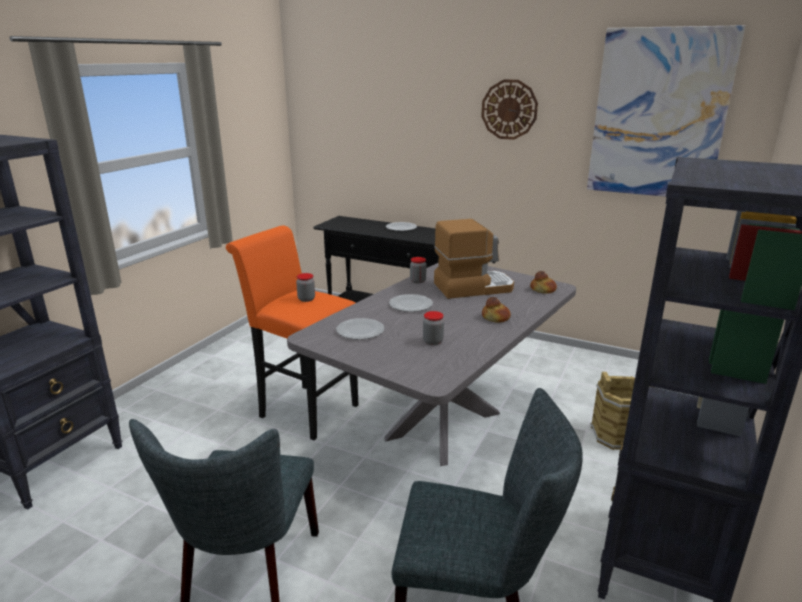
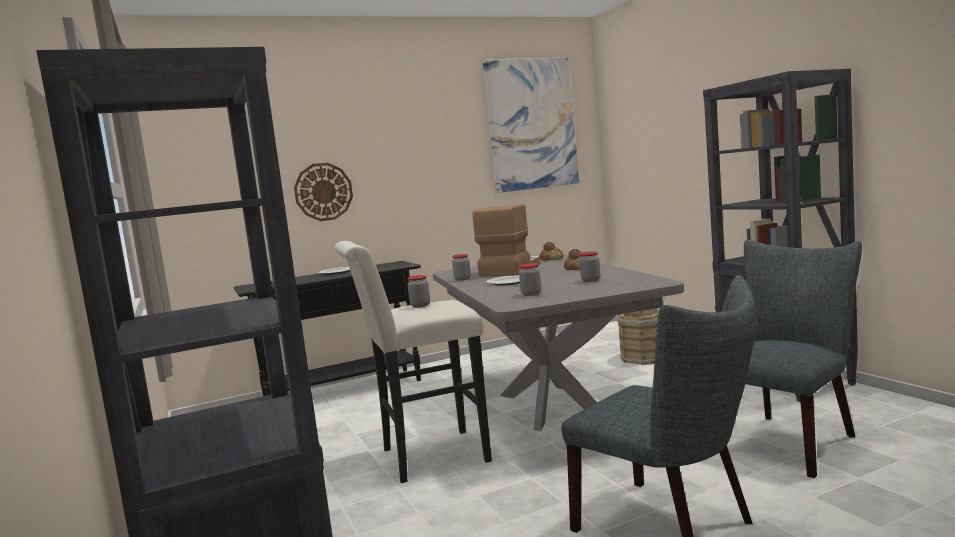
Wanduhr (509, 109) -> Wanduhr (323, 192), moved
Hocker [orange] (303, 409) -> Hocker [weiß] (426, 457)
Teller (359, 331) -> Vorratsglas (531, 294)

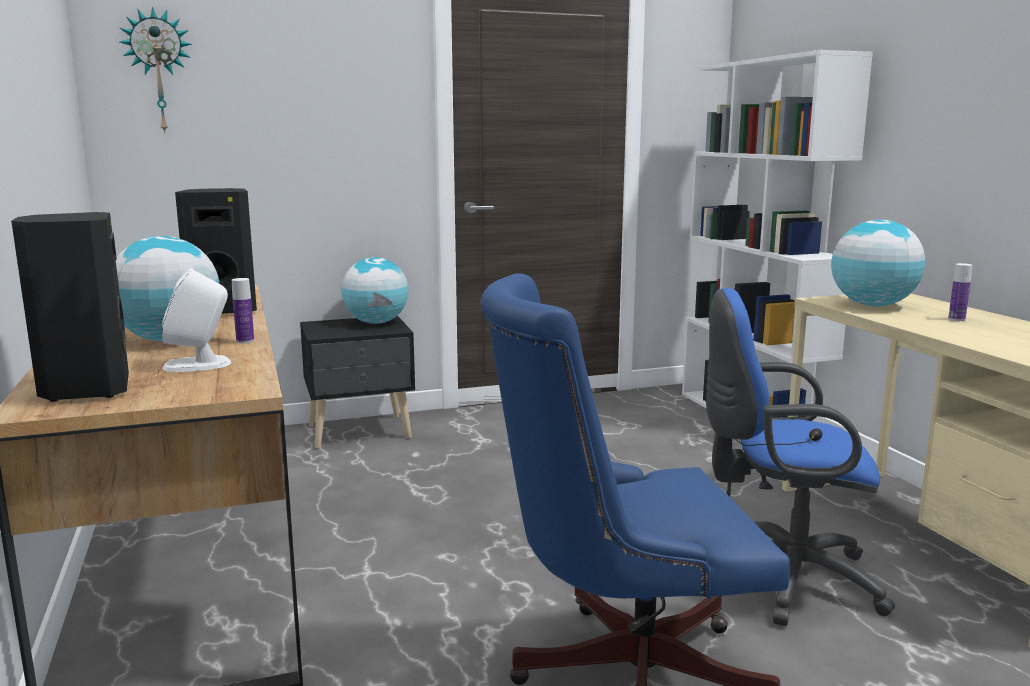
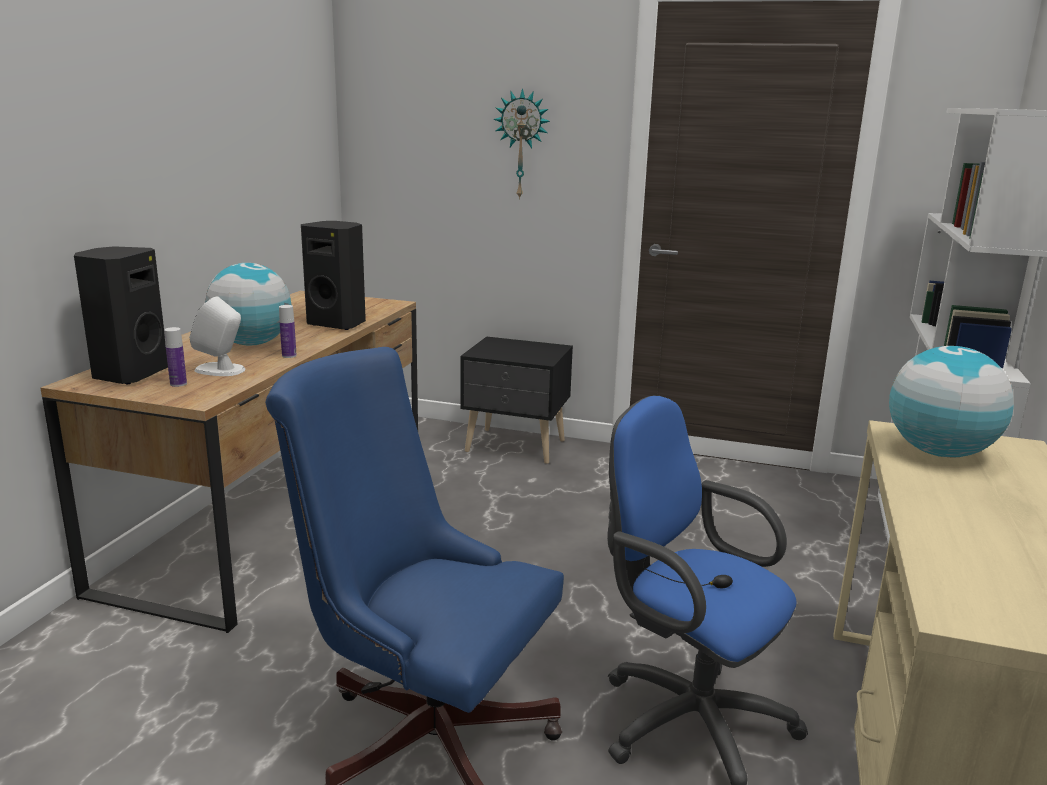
Flasche (956, 319) -> Flasche (178, 384), moved
Wanduhr (159, 71) -> Wanduhr (522, 144), moved
Globus (376, 322) -> none

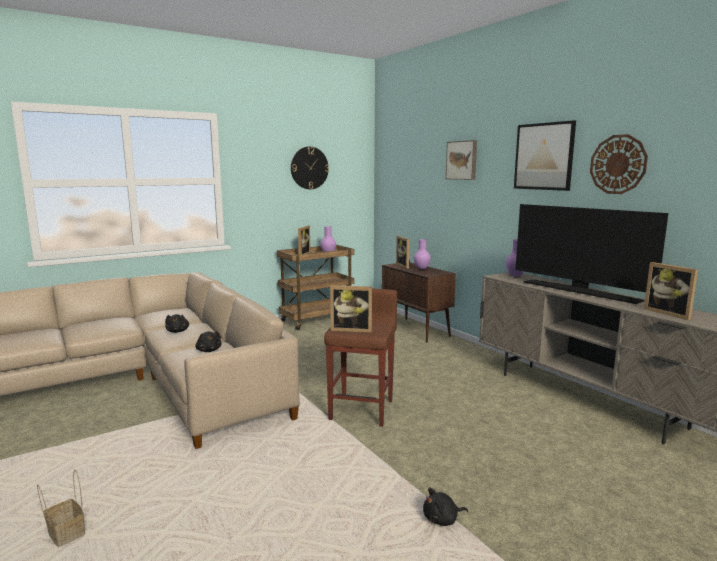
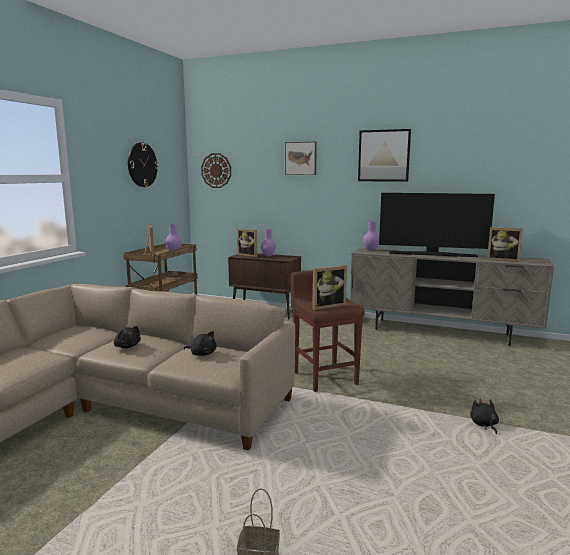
Wanduhr (618, 164) -> Wanduhr (216, 170), moved
Plüschtier [schwarz] (442, 519) -> Plüschtier [schwarz] (484, 425), 135 degrees clockwise

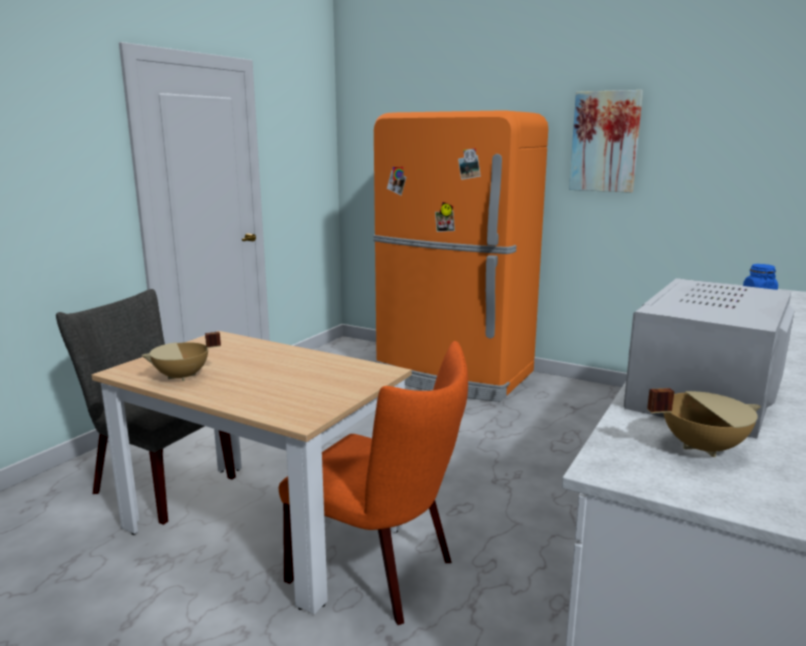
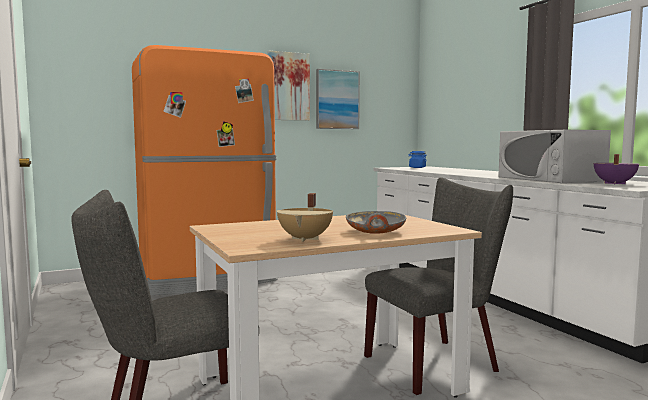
none -> Bild (337, 100)
none -> Schüssel [grau] (375, 231)
Stuhl [orange] (381, 572) -> Stuhl [grau] (438, 362)
Kochtopf [beige] (701, 447) -> Kochtopf [lila] (613, 183)

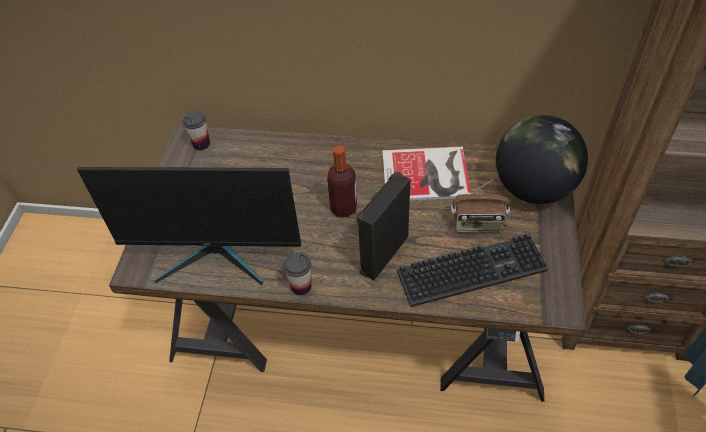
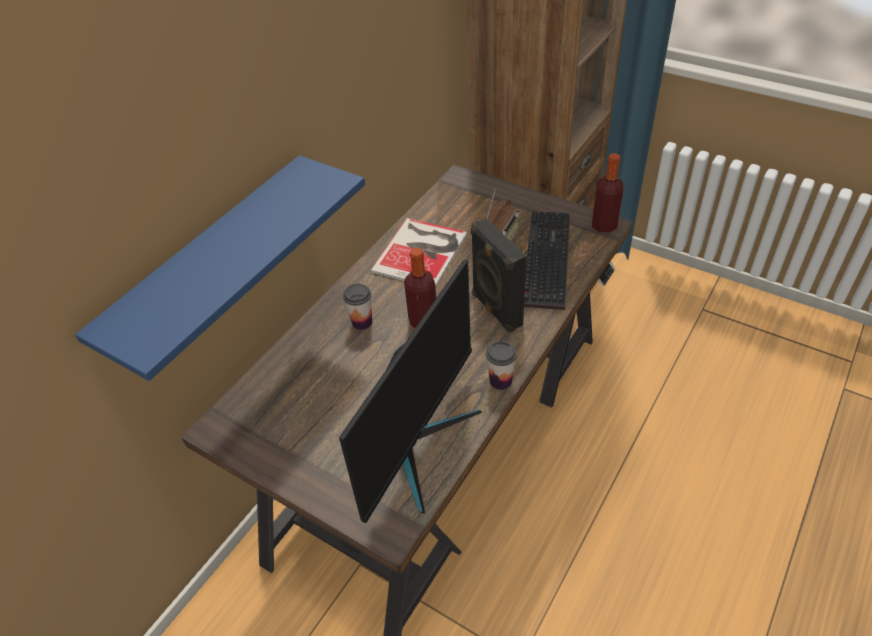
none -> Wandregal [blau] (212, 267)
Tasse (201, 144) -> Tasse (362, 322), moved
none -> Flasche (604, 226)
Globus (533, 188) -> none

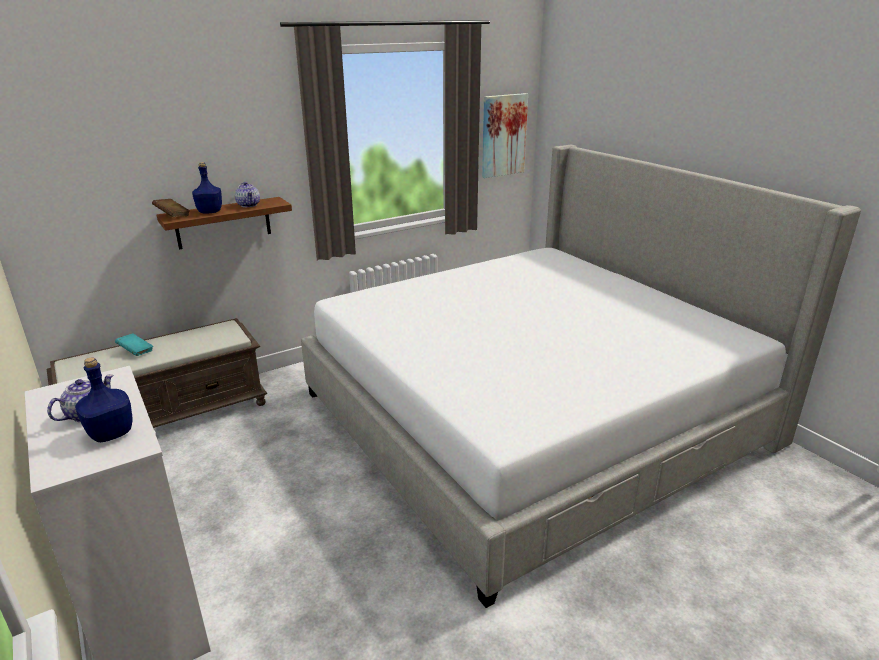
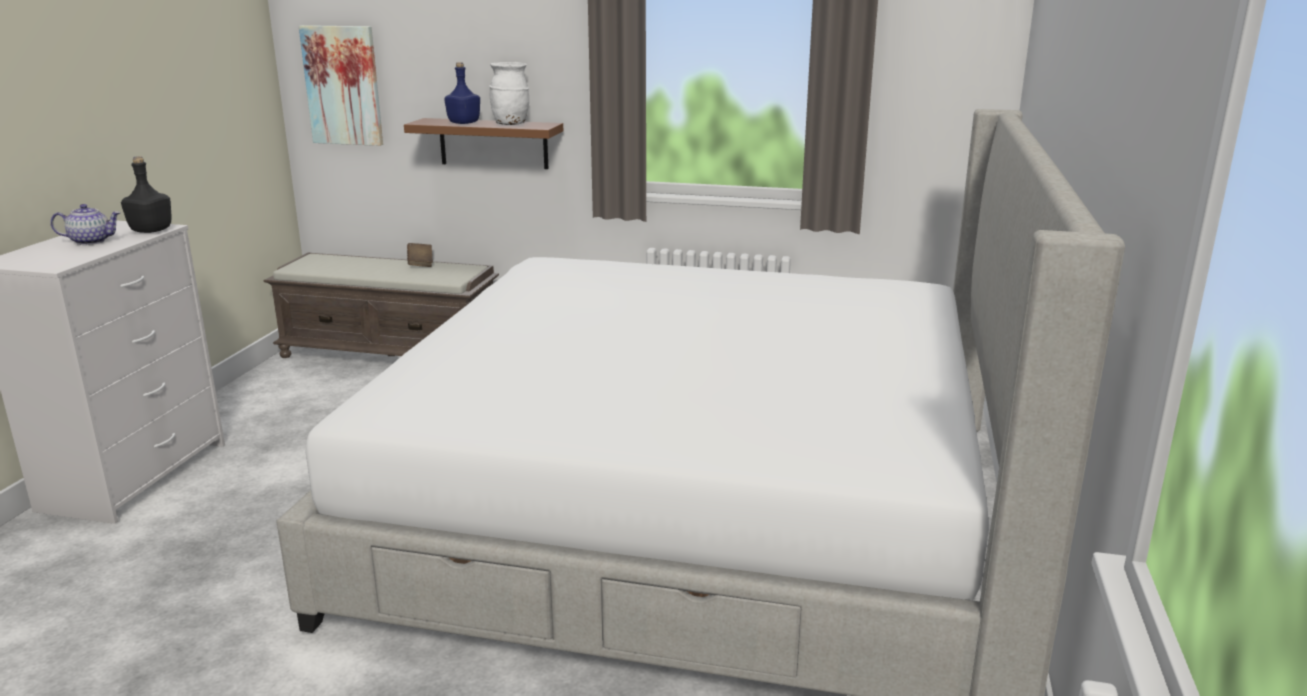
none -> Flasche [schwarz] (150, 231)
Bild (503, 135) -> Bild (343, 85), moved
Buch [braun] (172, 216) -> Buch [braun] (420, 263), moved
Teekanne (249, 205) -> Vase [weiß] (511, 124)
Flasche [blau] (112, 433) -> none
Buch [türkis] (136, 352) -> none

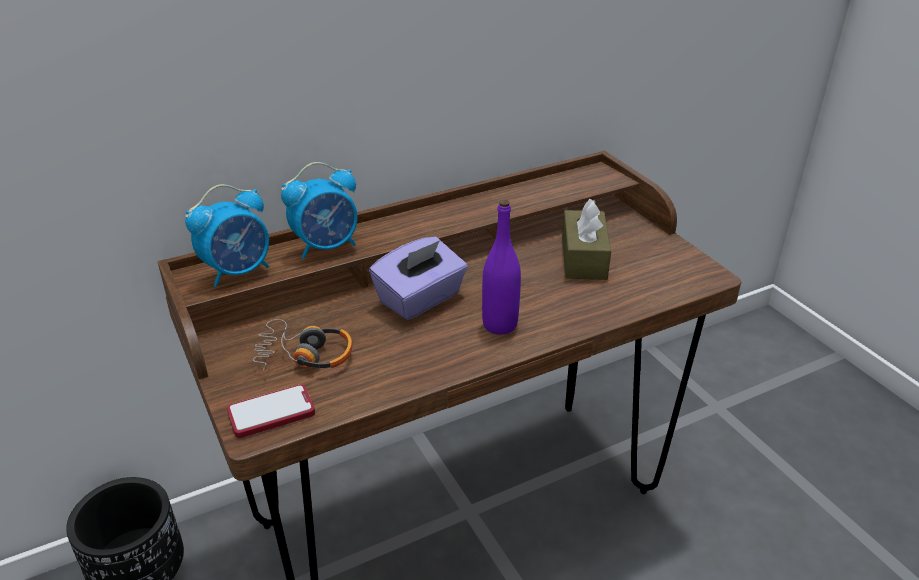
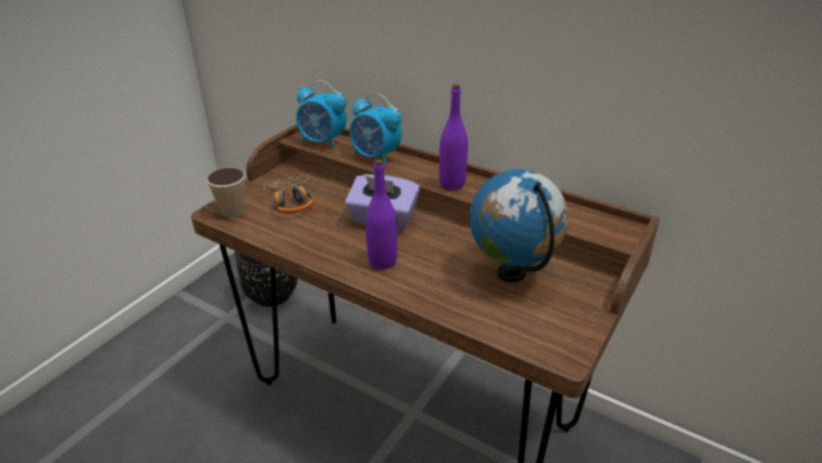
Handy (271, 413) -> Tasse (232, 211)
none -> Flasche [lila] (452, 184)
Taschentuchbox [braun] (583, 258) -> Globus (512, 273)

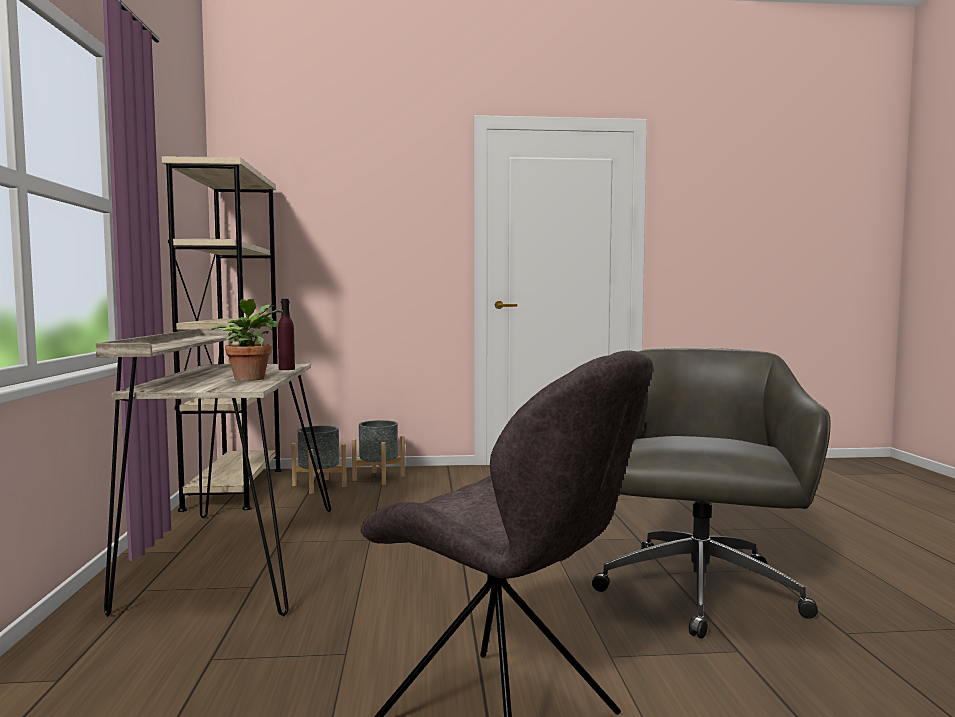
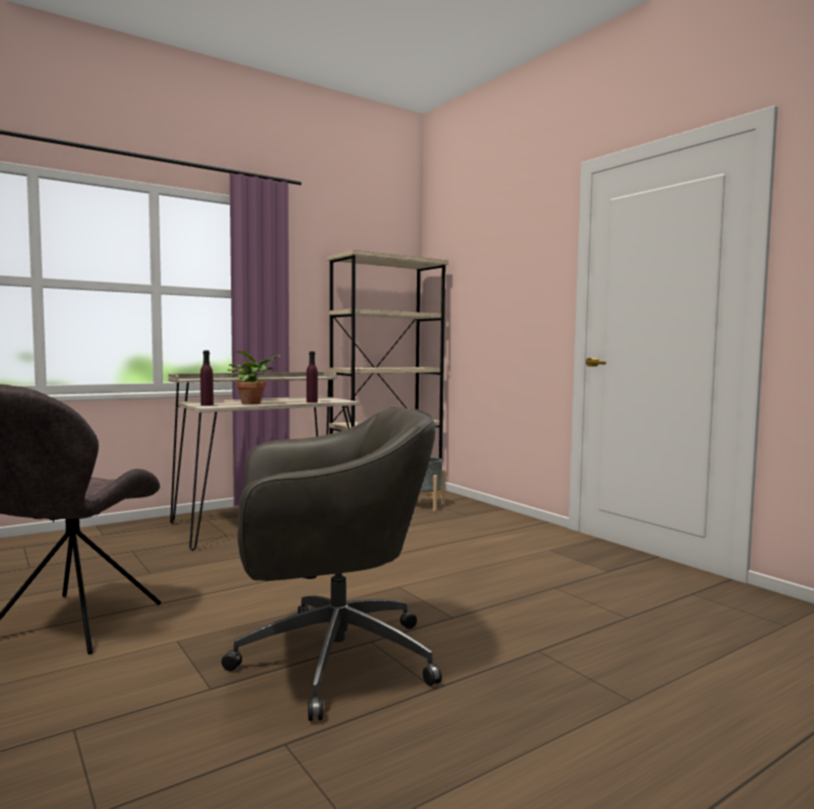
none -> Flasche [lila] (207, 405)
Pflanzkübel [grau] (379, 478) -> none

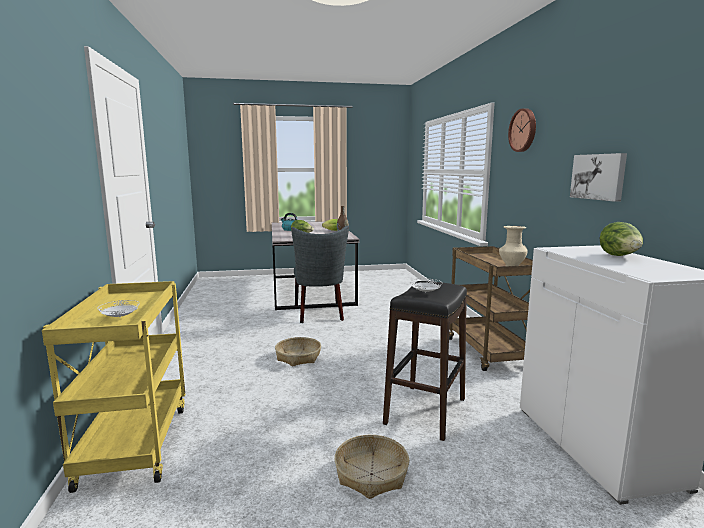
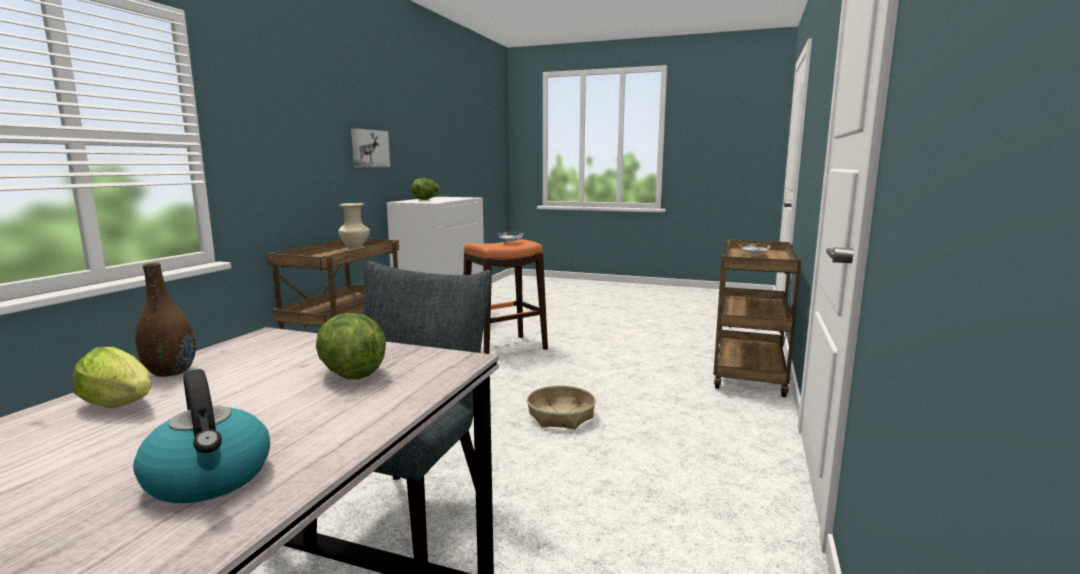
Hocker [schwarz] (425, 411) -> Hocker [orange] (504, 348)
Rollwagen [gelb] (134, 443) -> Rollwagen [braun] (750, 376)
Korb (371, 474) -> none
Wanduhr (523, 130) -> none

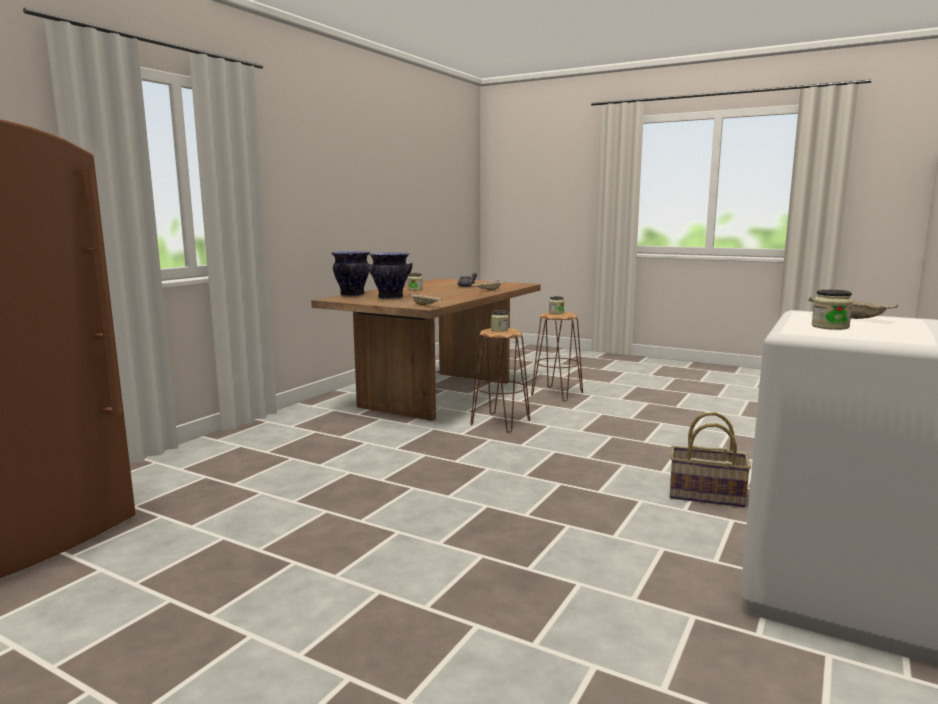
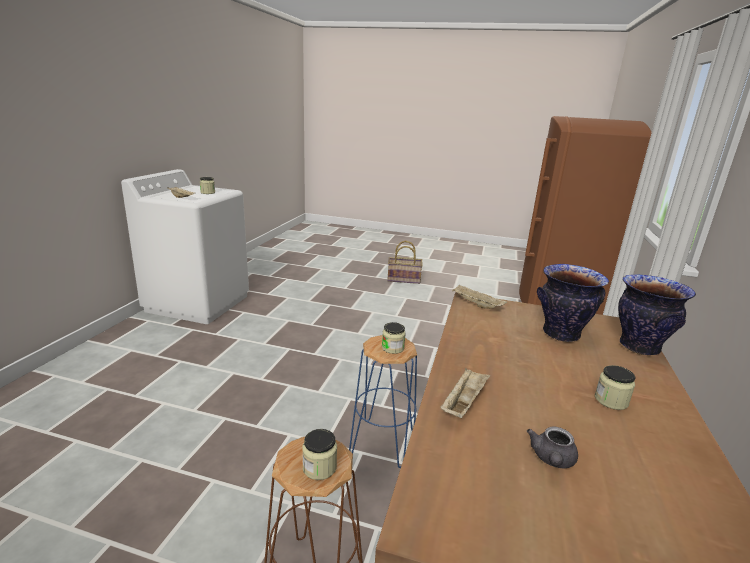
Hocker [braun] (500, 423) -> Hocker [blau] (383, 442)
Korb (706, 496) -> Korb (404, 279), moved

